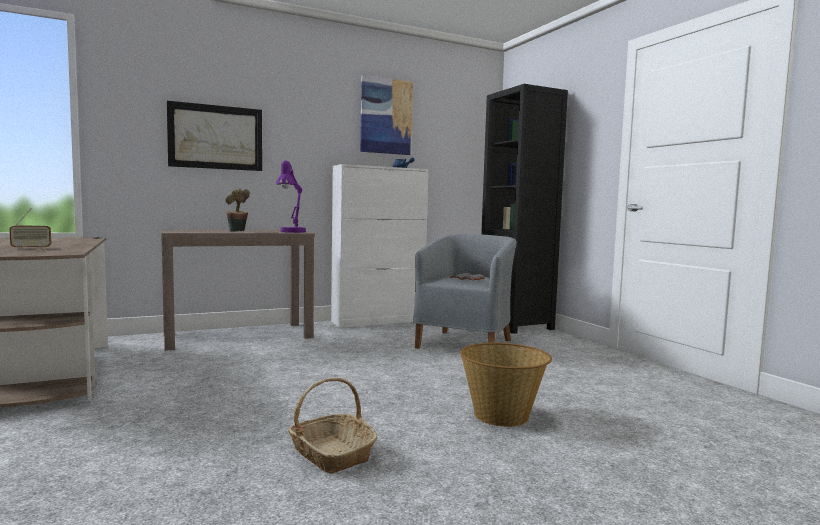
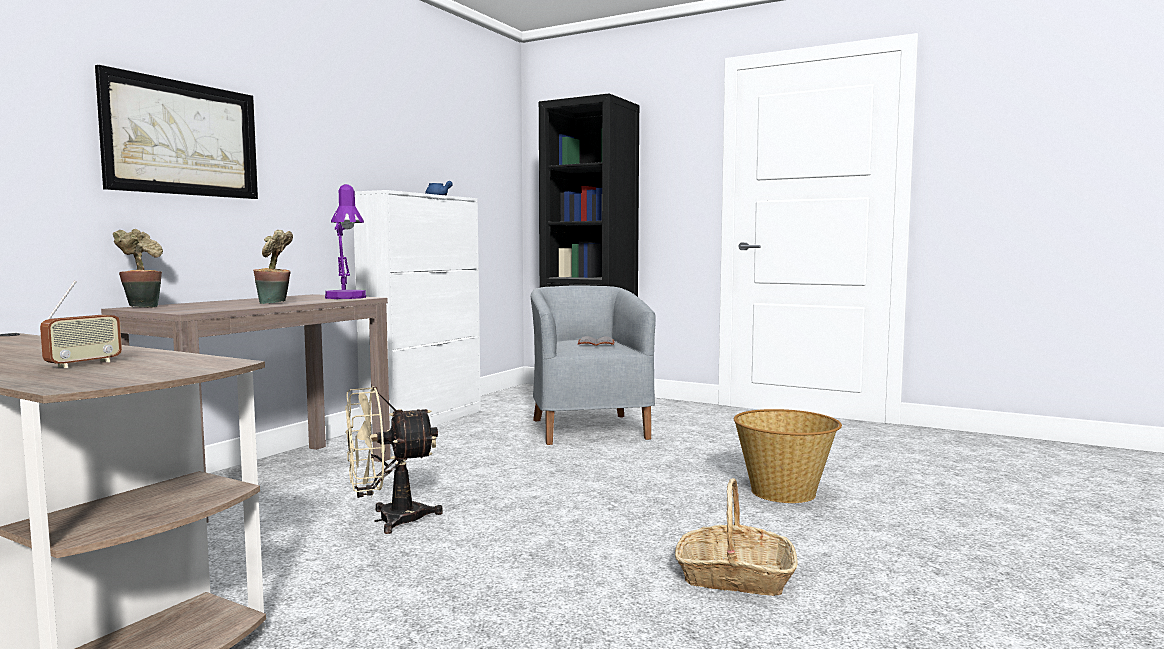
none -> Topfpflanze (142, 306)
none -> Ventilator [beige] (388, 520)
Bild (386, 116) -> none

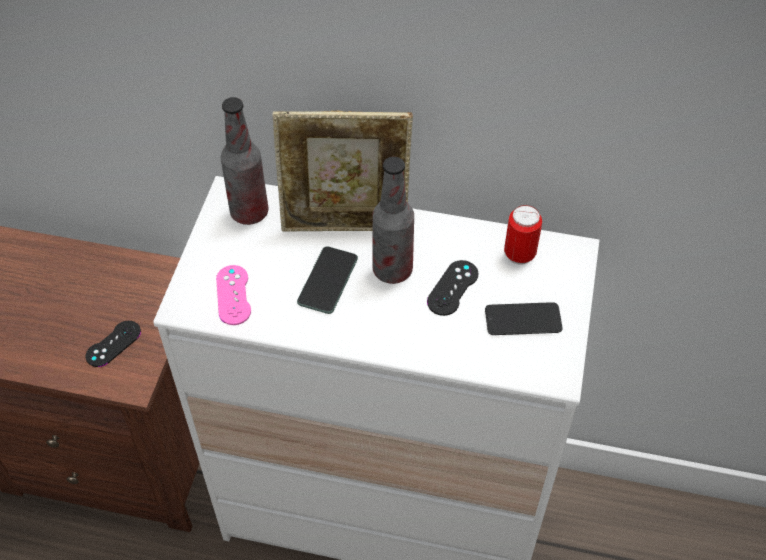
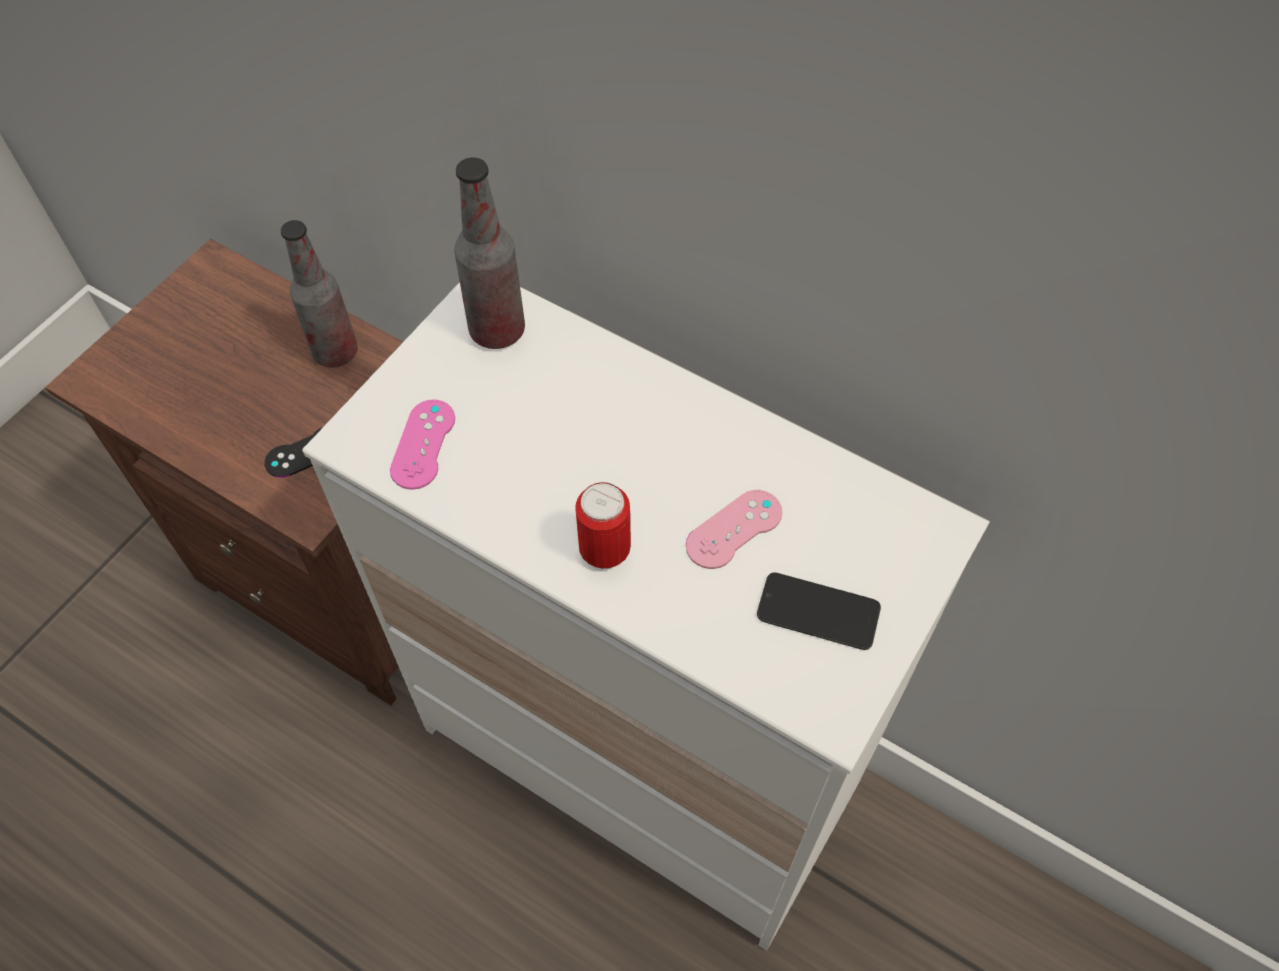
Flasche (392, 270) -> Flasche (335, 352), moved
Dose (519, 254) -> Dose (605, 551), moved
Gamepad [schwarz] (452, 288) -> Gamepad [rosa] (734, 529)
Bilderrahmen (345, 225) -> none
Handy (328, 280) -> none

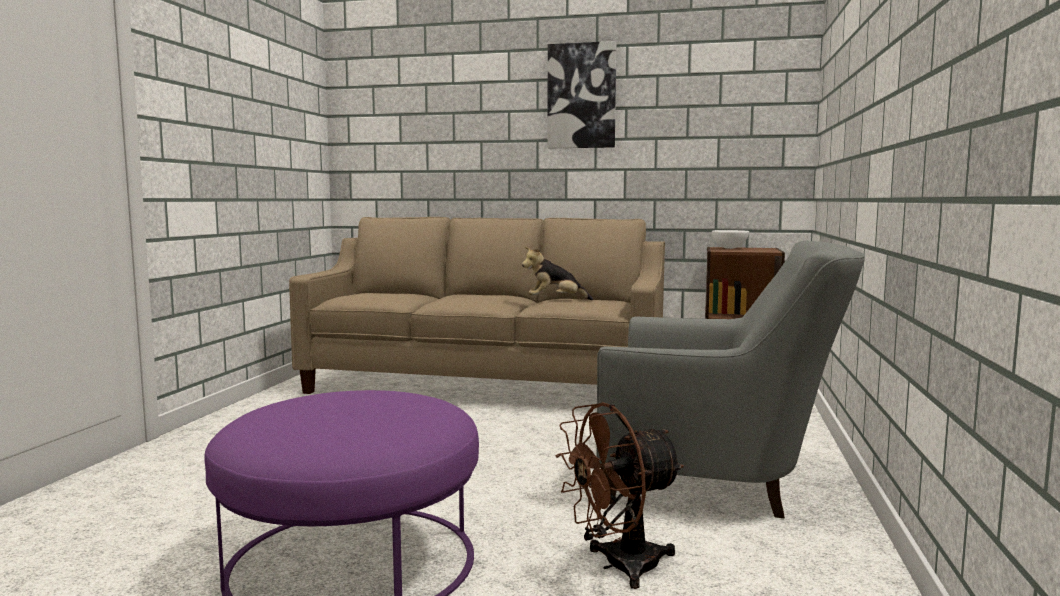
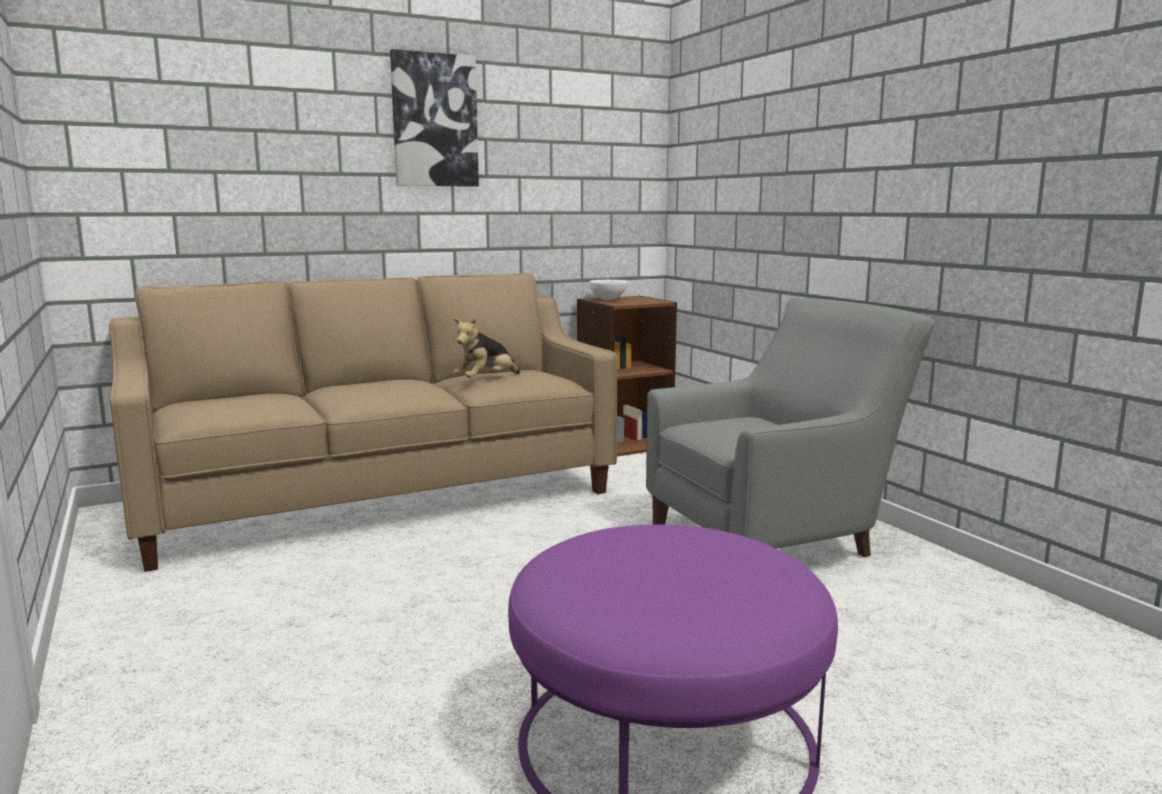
Ventilator [braun] (618, 566) -> none

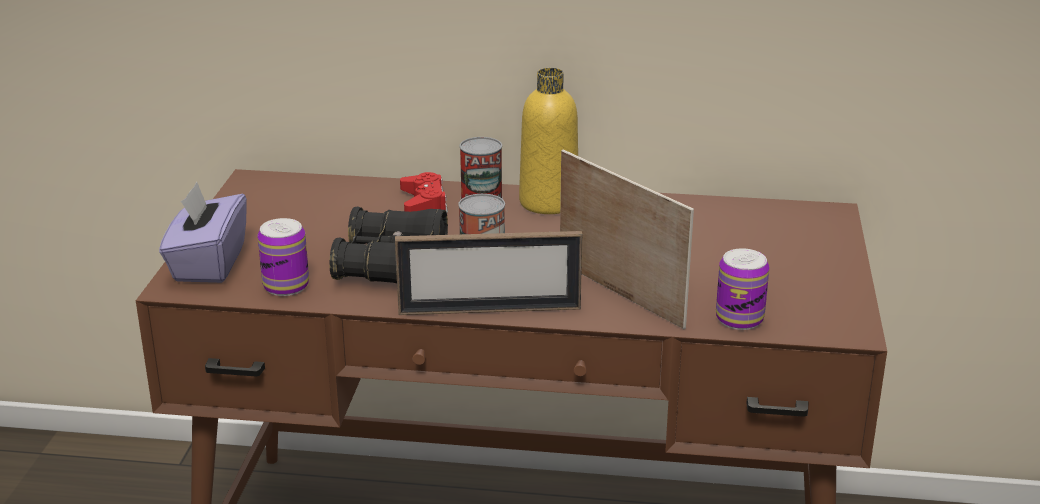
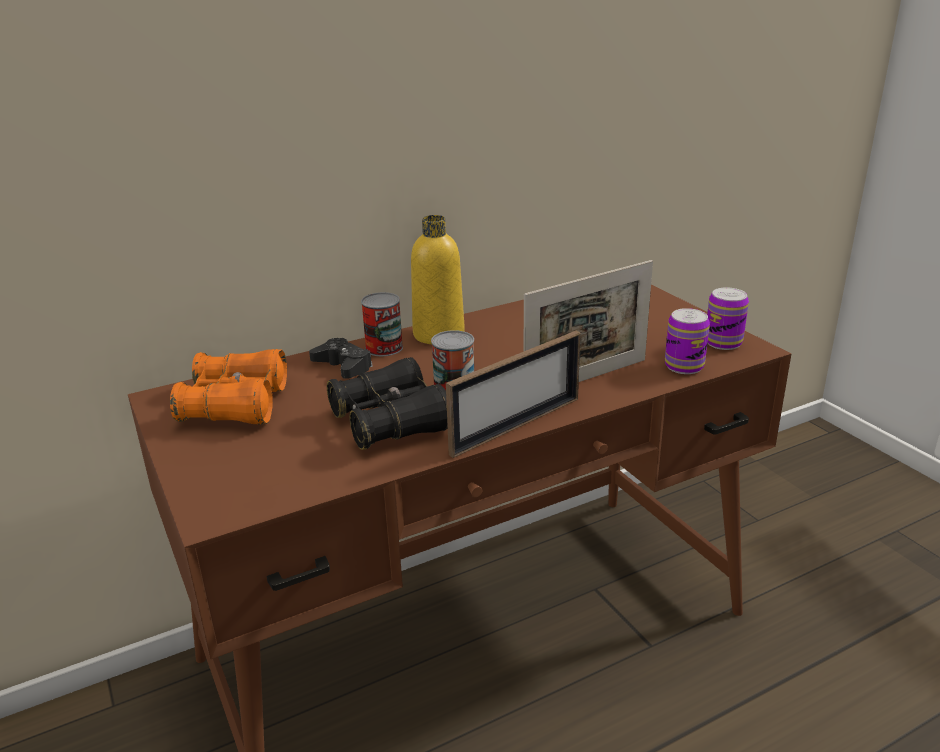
none -> Fernglas [orange] (236, 405)
Gamepad [rot] (424, 203) -> Gamepad [schwarz] (343, 366)
Bilderrahmen (619, 294) -> Bilderrahmen (586, 379), 135 degrees clockwise
Dose (286, 286) -> Dose (723, 342), moved
Taschentuchbox [lila] (208, 263) -> none

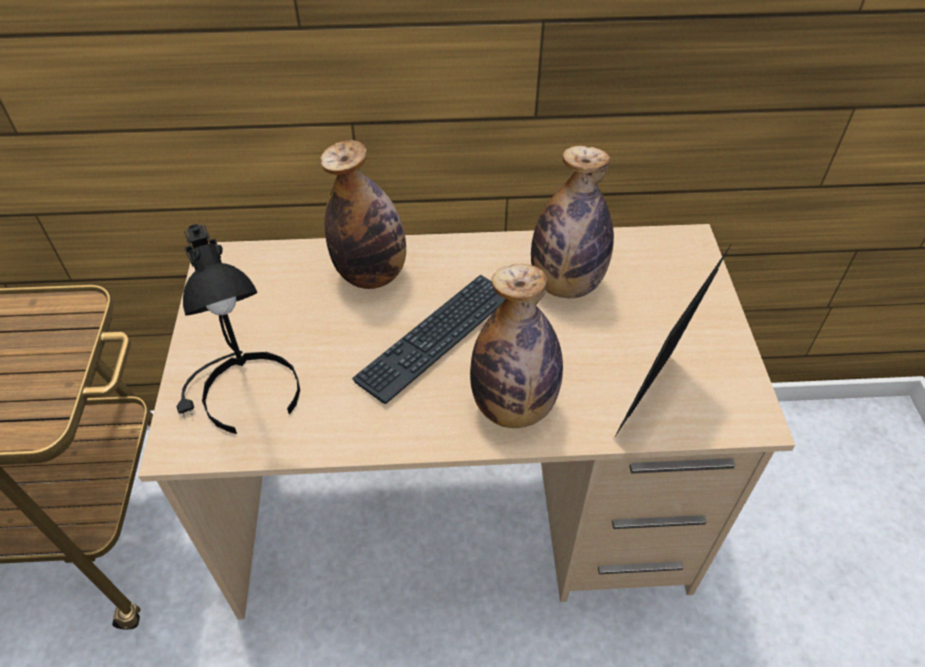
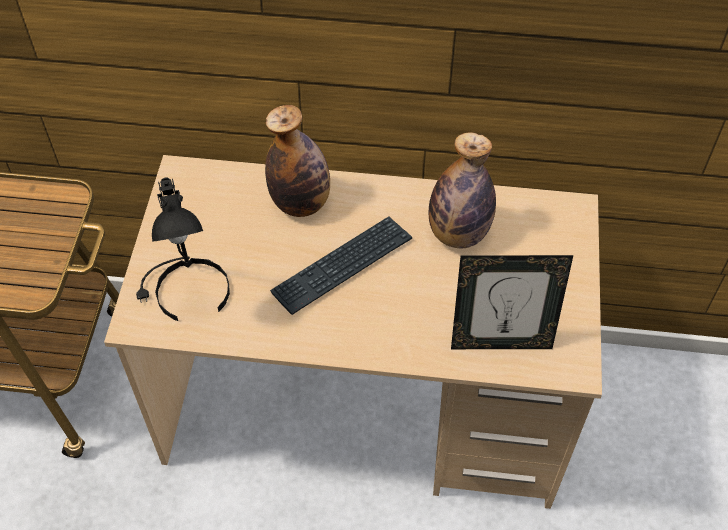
Bilderrahmen (653, 399) -> Bilderrahmen (500, 341), 135 degrees counterclockwise
Flasche (513, 407) -> none

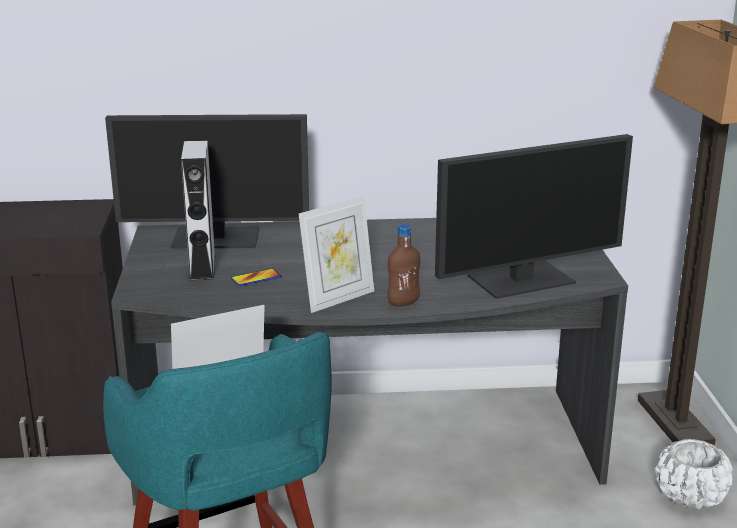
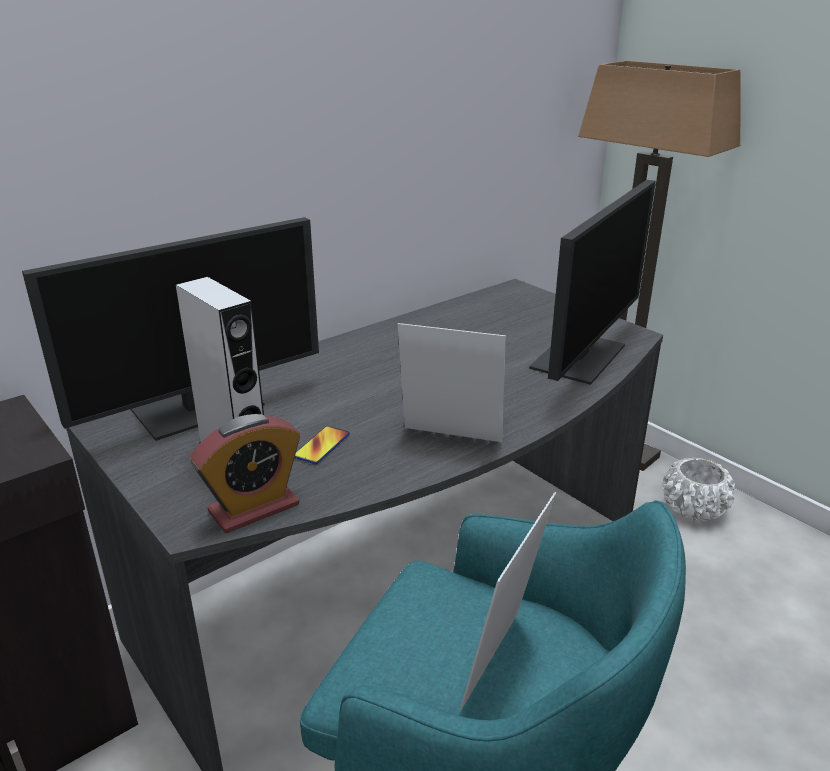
none -> Wecker (254, 508)
Bilderrahmen (338, 299) -> Bilderrahmen (450, 439), 90 degrees counterclockwise
Flasche [braun] (403, 303) -> none

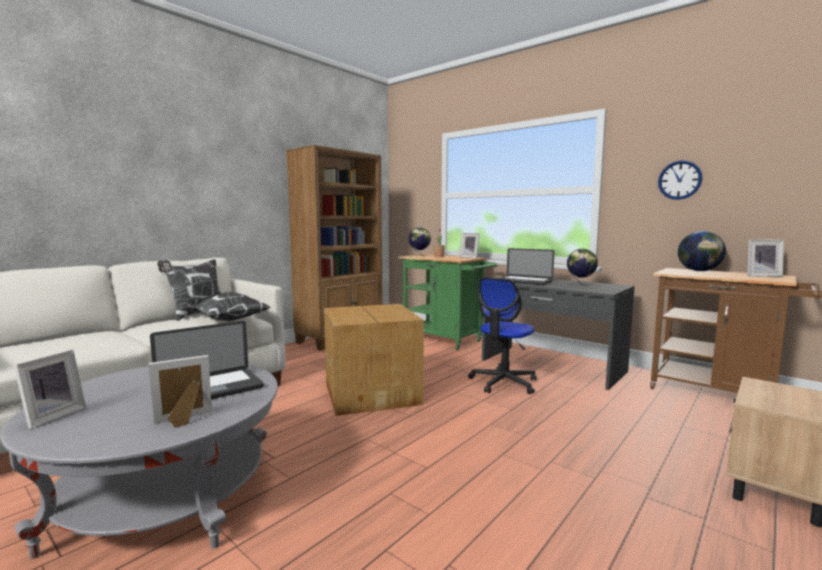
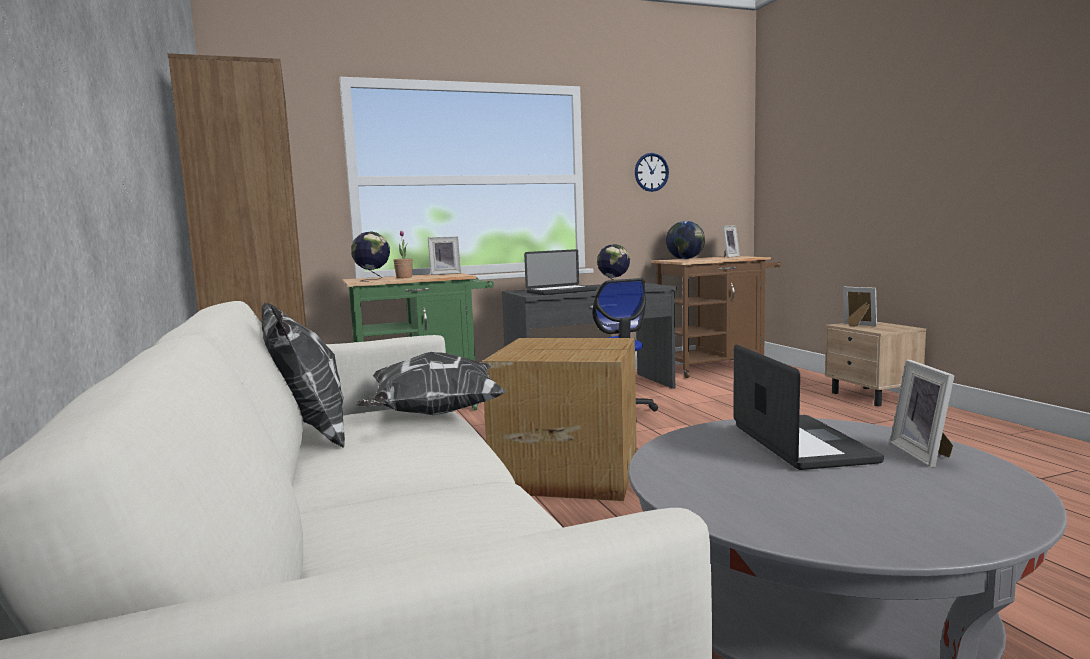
Bilderrahmen (52, 416) -> Bilderrahmen (857, 325), moved

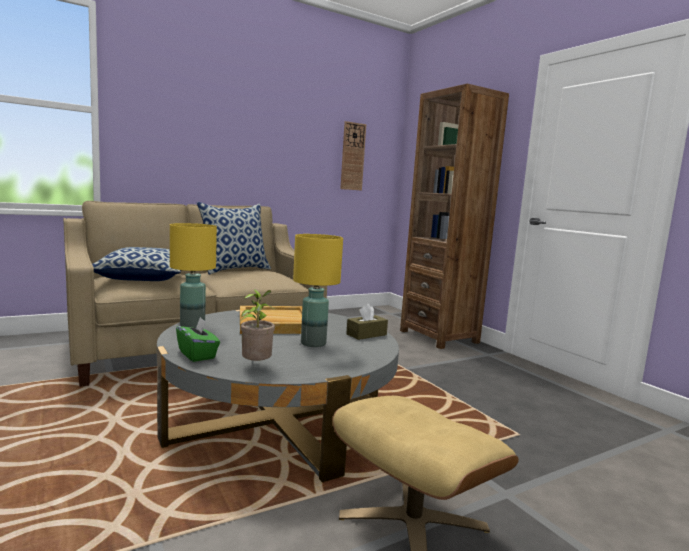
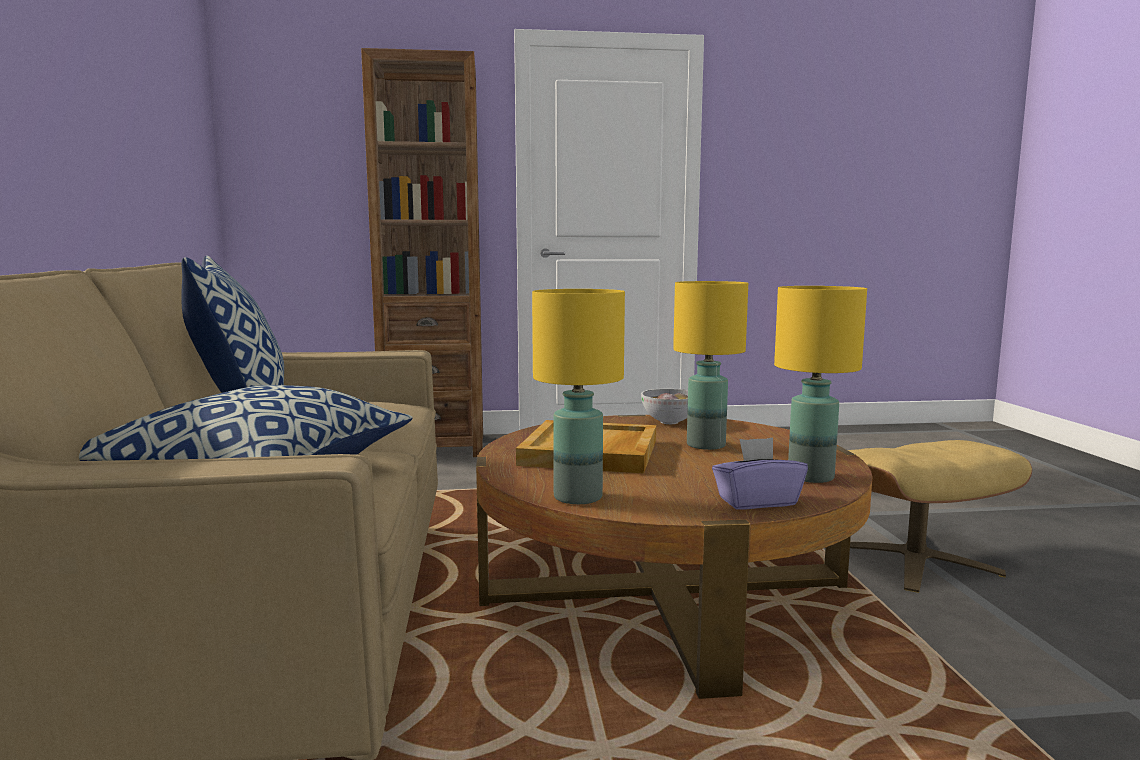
Couchtisch [grau] (278, 419) -> Couchtisch [braun] (664, 591)
Taschentuchbox [braun] (366, 334) -> Schüssel (670, 422)
Taschentuchbox [grün] (197, 354) -> Taschentuchbox [lila] (756, 501)
Topfpflanze (256, 366) -> Tischlampe [gelb] (809, 476)
Wanduhr (352, 156) -> none

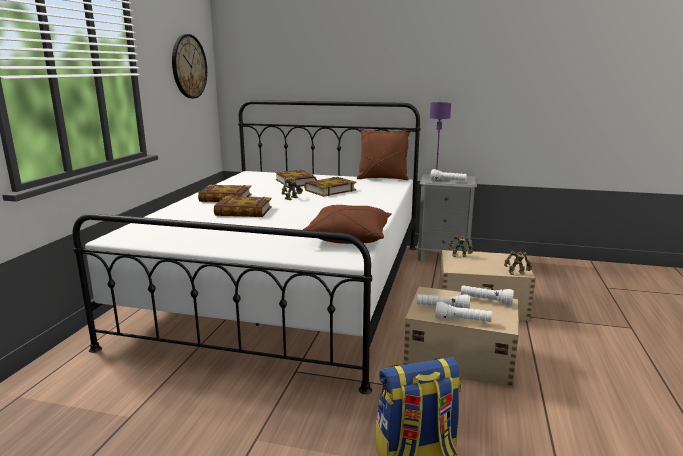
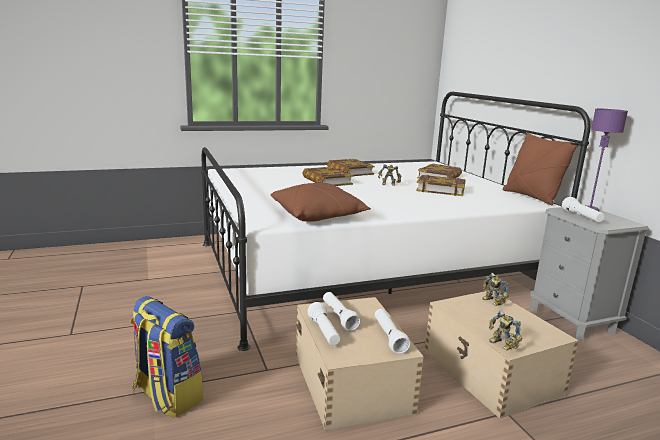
Wanduhr (189, 66) -> none

